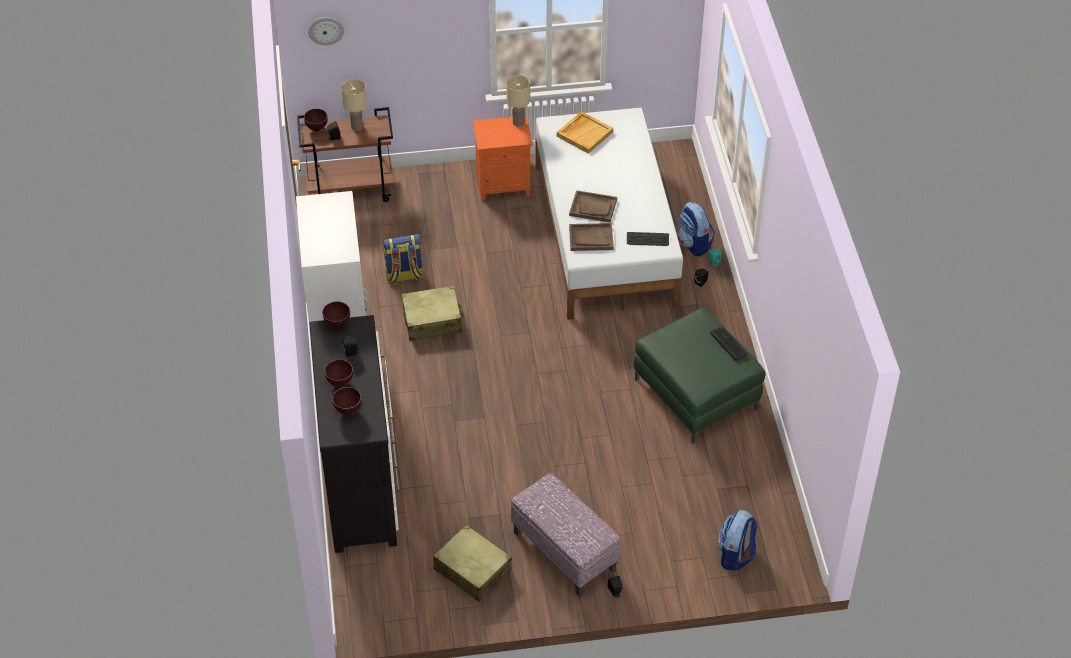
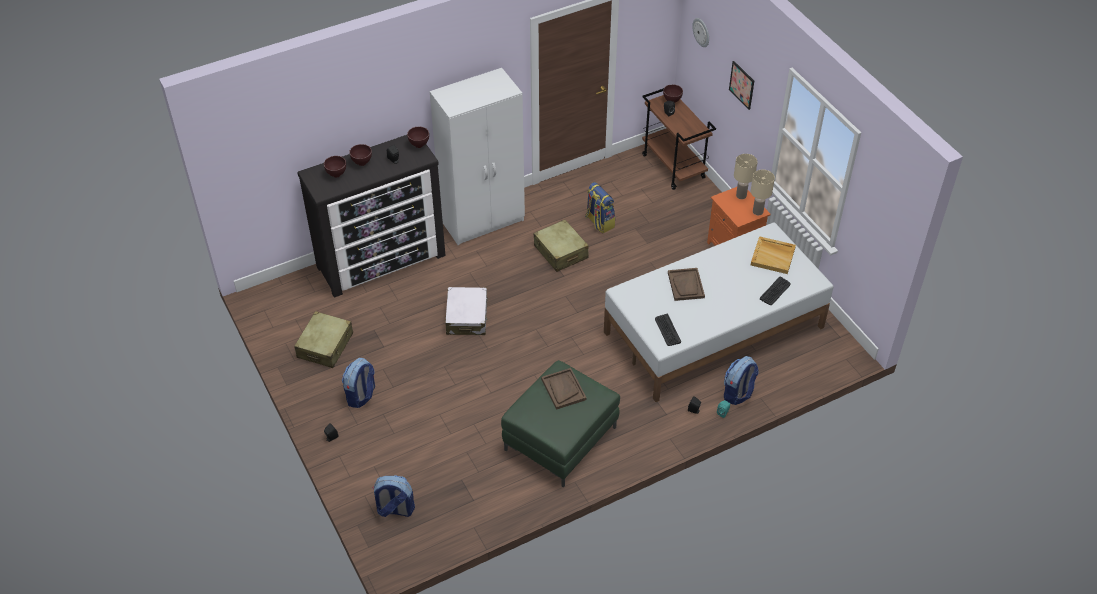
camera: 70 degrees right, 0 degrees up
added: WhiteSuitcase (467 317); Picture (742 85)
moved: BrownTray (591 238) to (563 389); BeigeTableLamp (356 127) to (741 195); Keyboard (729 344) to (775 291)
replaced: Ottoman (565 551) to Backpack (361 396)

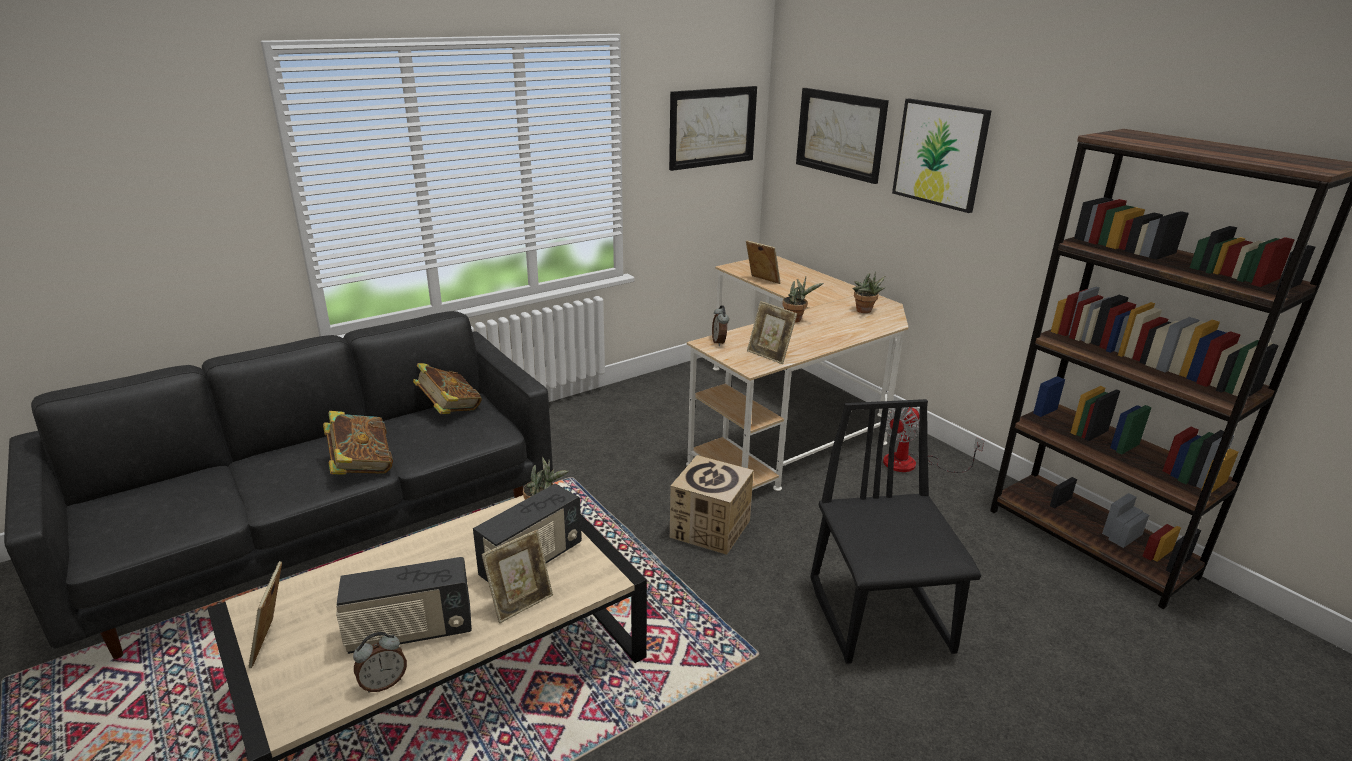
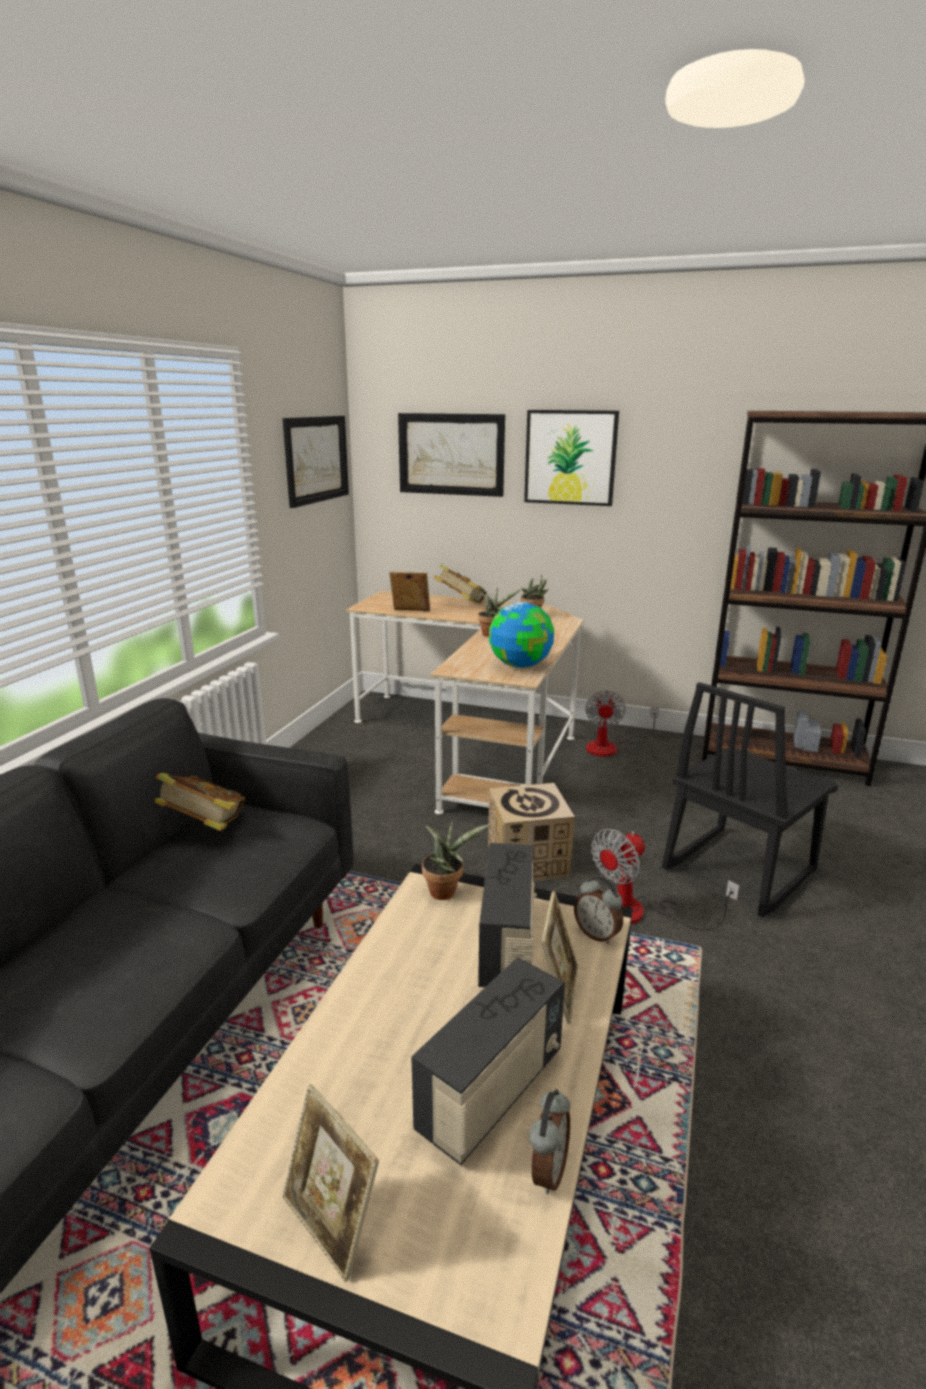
camera: 35 degrees left, 5 degrees down
added: Fan (638 913)
moved: Book (361 467) to (460 604); AlarmClock (719 342) to (597 934)
replaced: PictureFrame (769 355) to Globe (520 665)
turned: BlackChair (881 615) = (737 870) 90 degrees counterclockwise

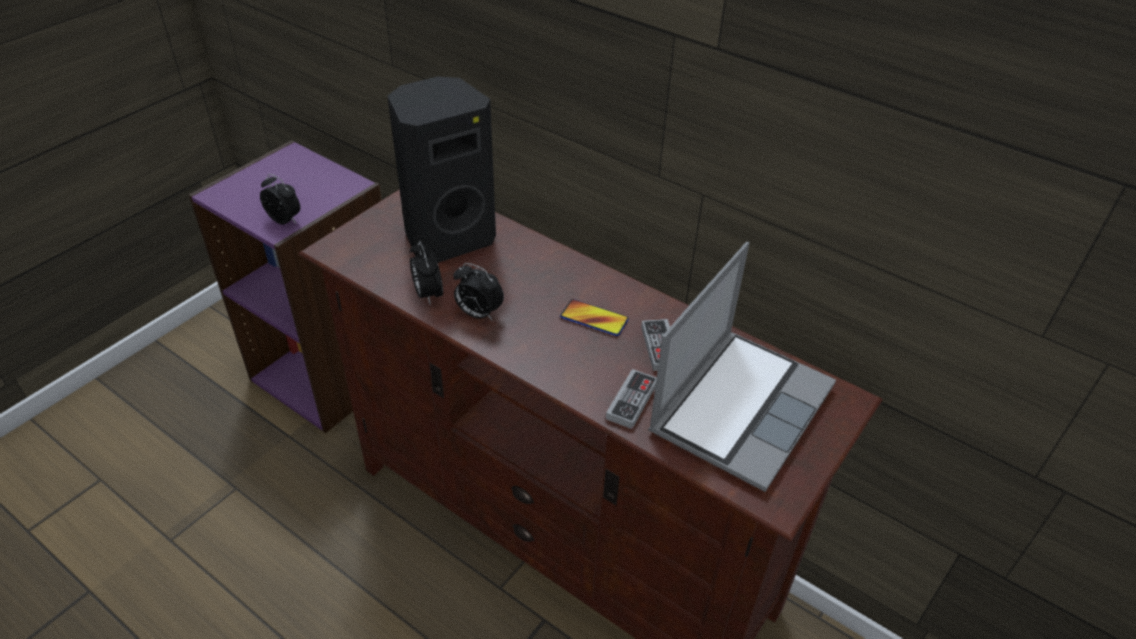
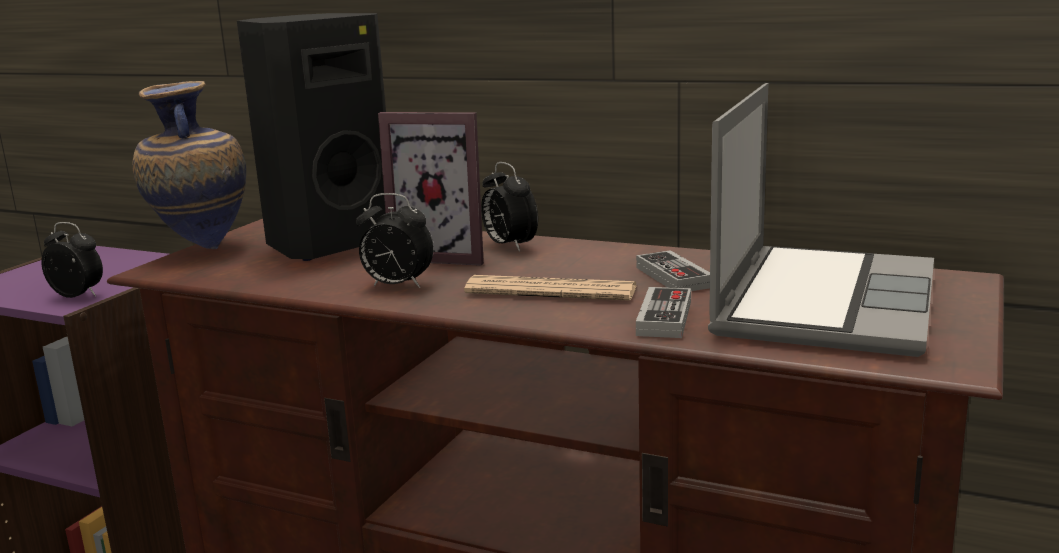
camera: 10 degrees left, 25 degrees down
removed: Phone (594 318)
added: Vase (201 249); PictureFrame (445 255); Newspaper (551 291)
moved: AlarmClock (428 294) to (509 246)

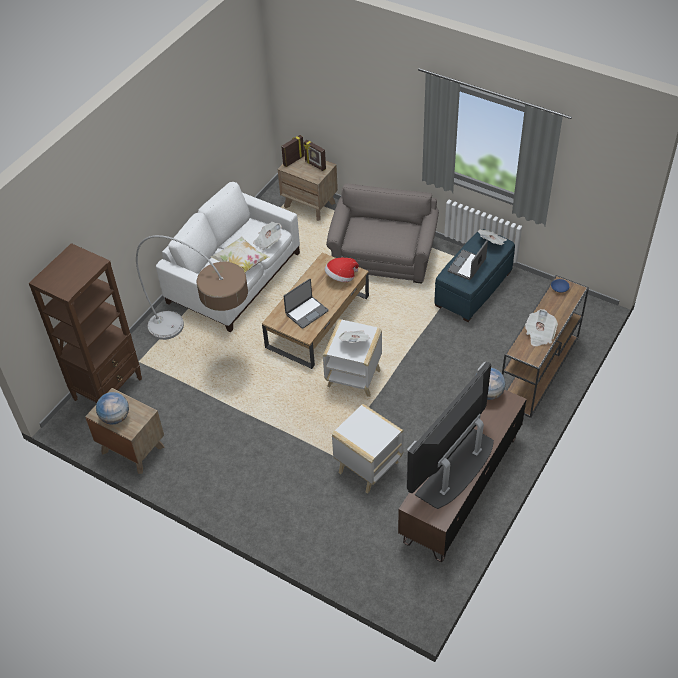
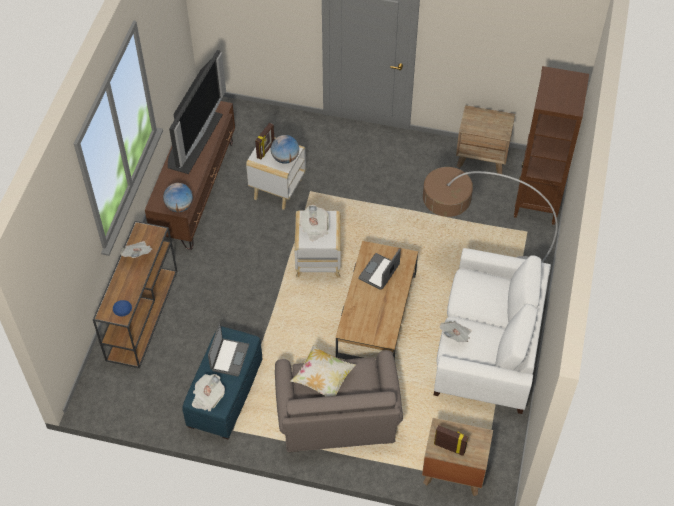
camera: 160 degrees right, 5 degrees up
removed: Hat (341 277)
moved: PictureFrame (293 160) to (266 150); Globe (115 417) to (285 158); Pillow (241 264) to (323 378)

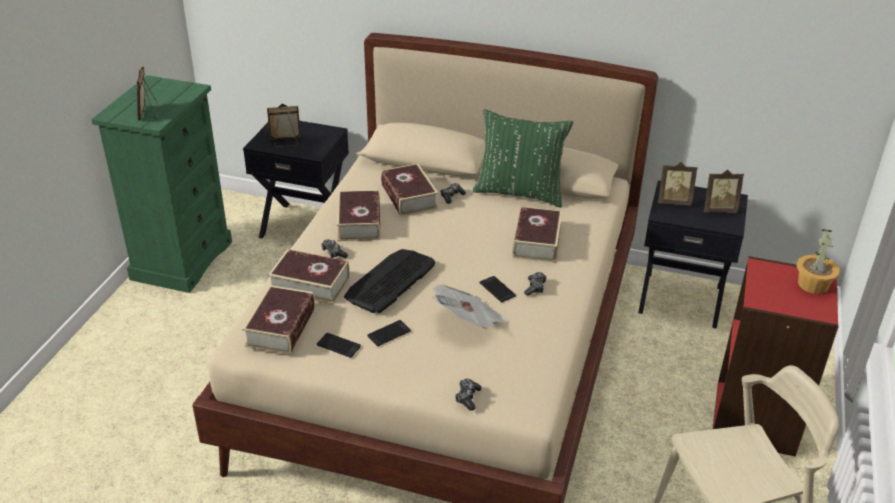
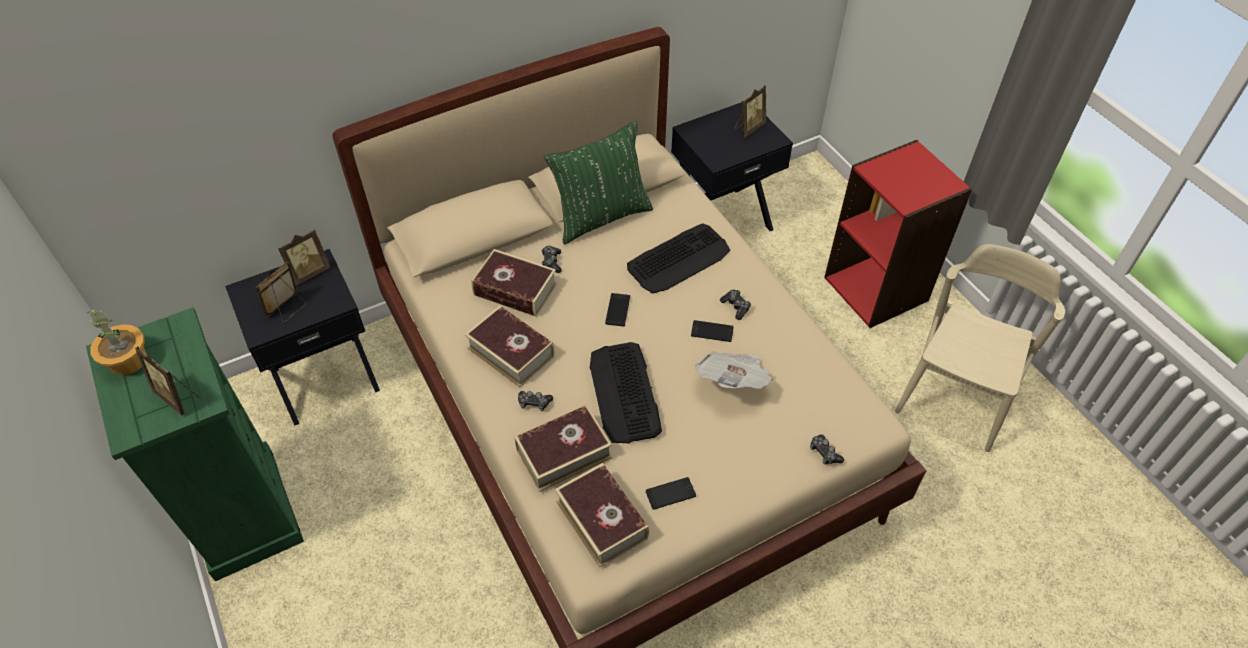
camera: 45 degrees left, 15 degrees up
moved: PottedPlant (813 285) to (128 361); PictureFrame (673 201) to (309 272); Phone (389 333) to (617 310)
replaced: Book (536 241) to Keyboard (679 259)

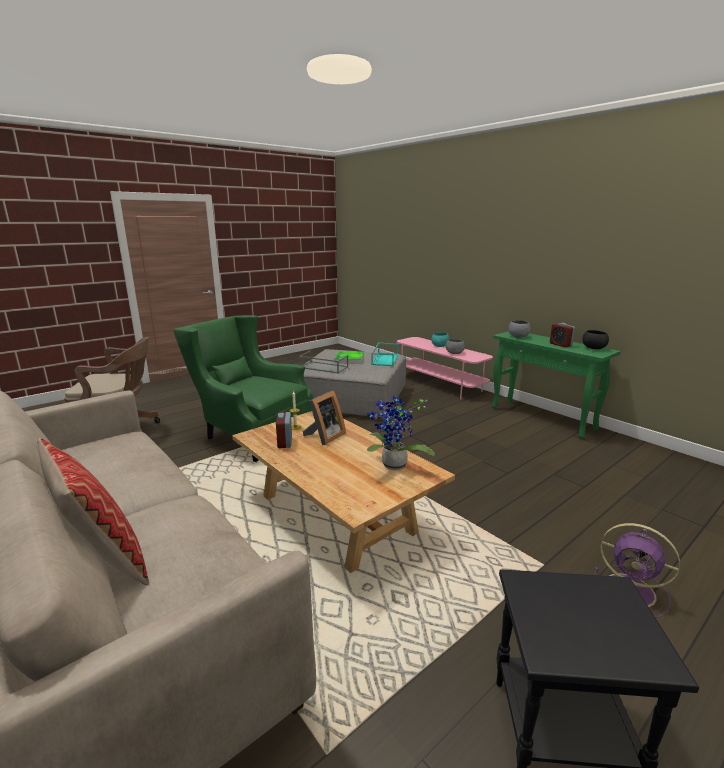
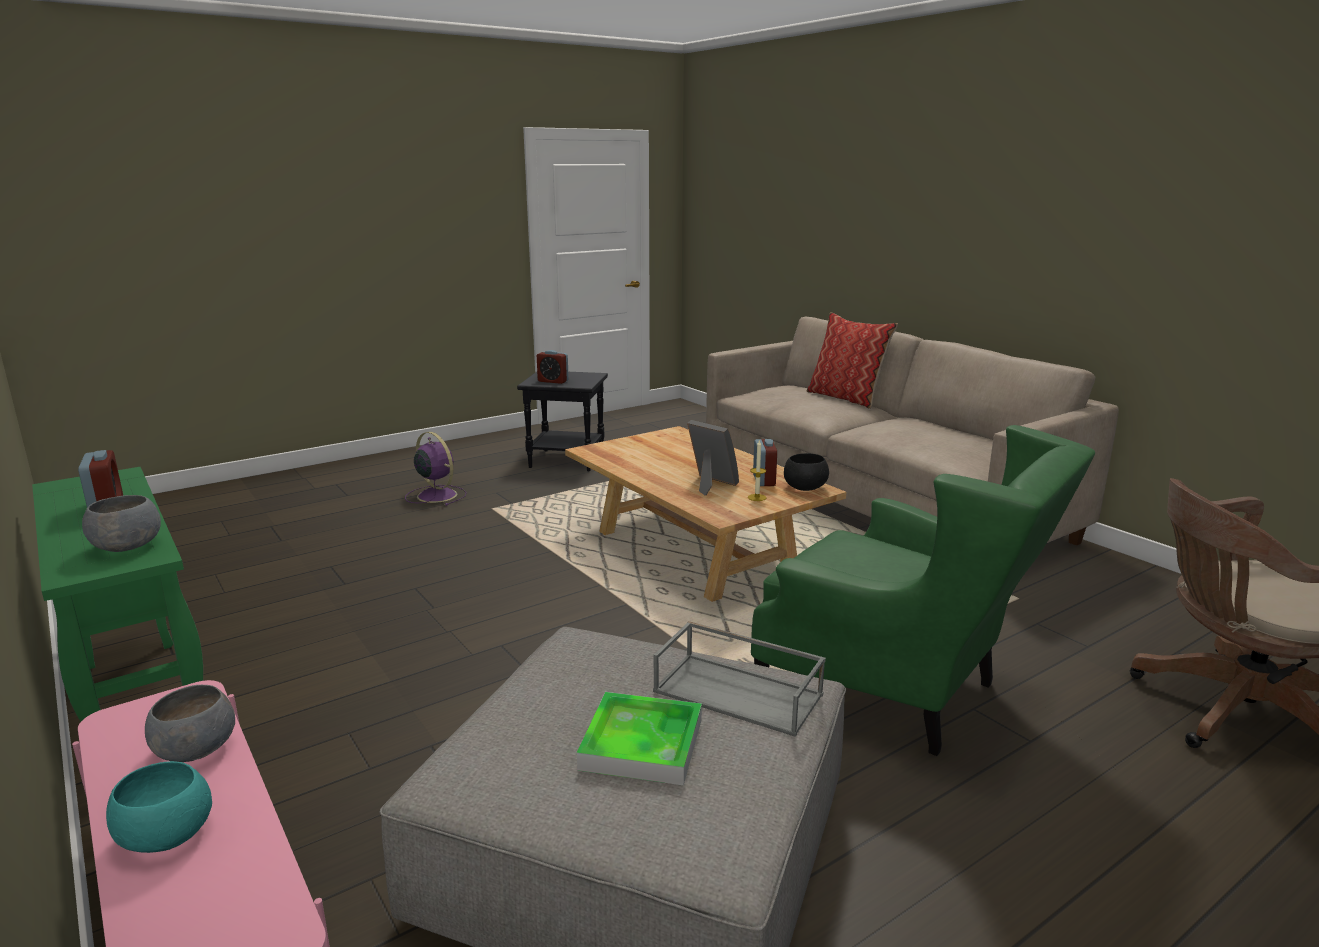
camera: 175 degrees left, 0 degrees up
removed: PottedPlant (393 467); TurquoiseTray (384 359)
added: AlarmClock (553 381)
moved: BlackBowl (594 348) to (804 487)
turned: PictureFrame (324 437) = (710 484) 90 degrees clockwise

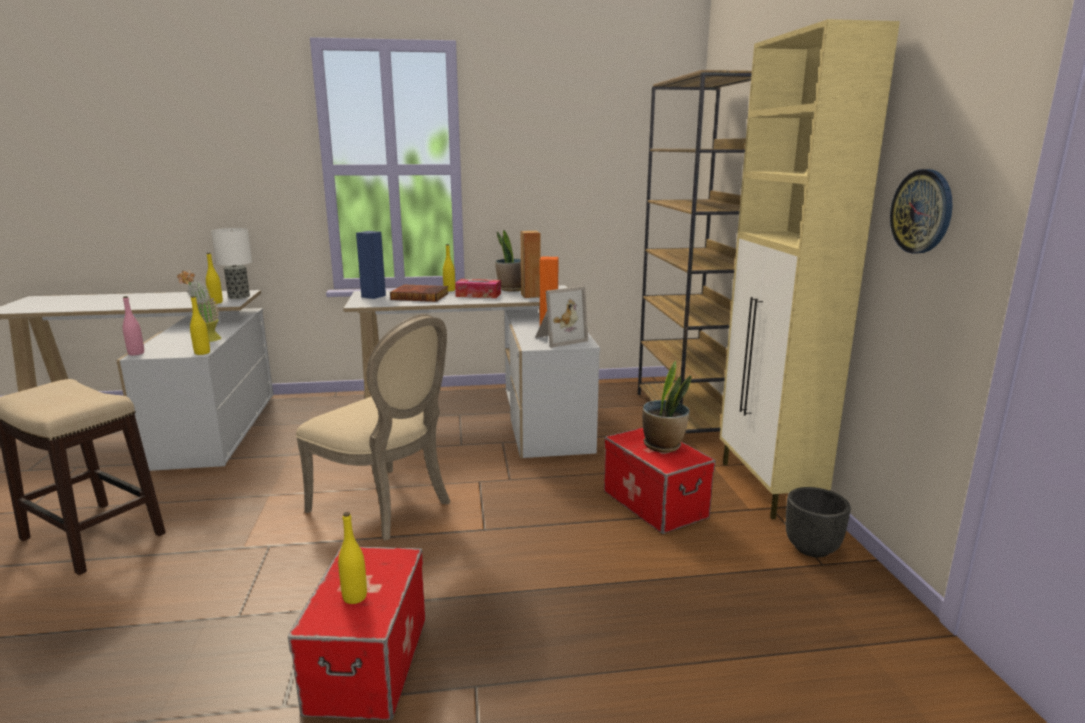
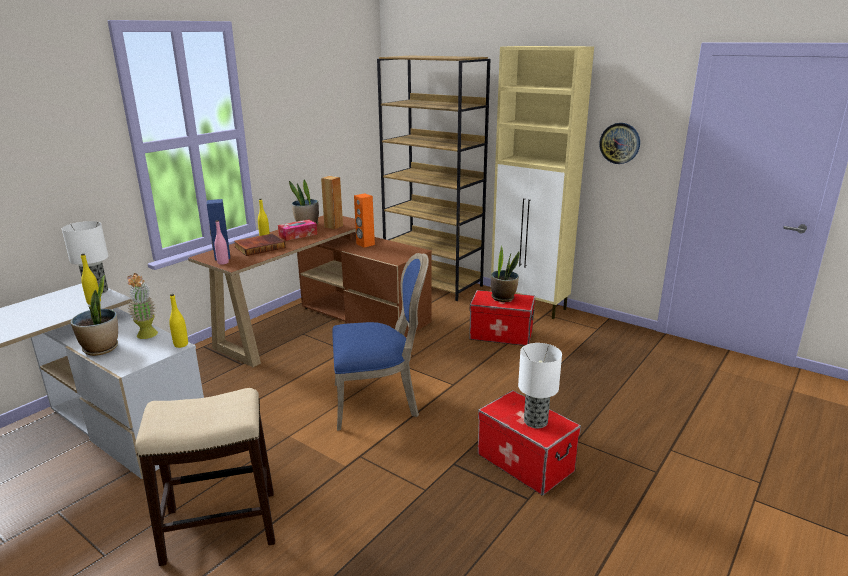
camera: 45 degrees left, 5 degrees up
removed: PictureFrame (558 339); BlackPlanter (812 548)
added: PottedPlant (101 349)
moved: PinkBottle (136 353) to (223 262)
replaced: YellowBottle (355 597) to TableLamp (535 421)
recoloured: WhiteDesk (489 414) to BrownDesk (322 325); BeigeChair (387 506) to BlueChair (379 401)

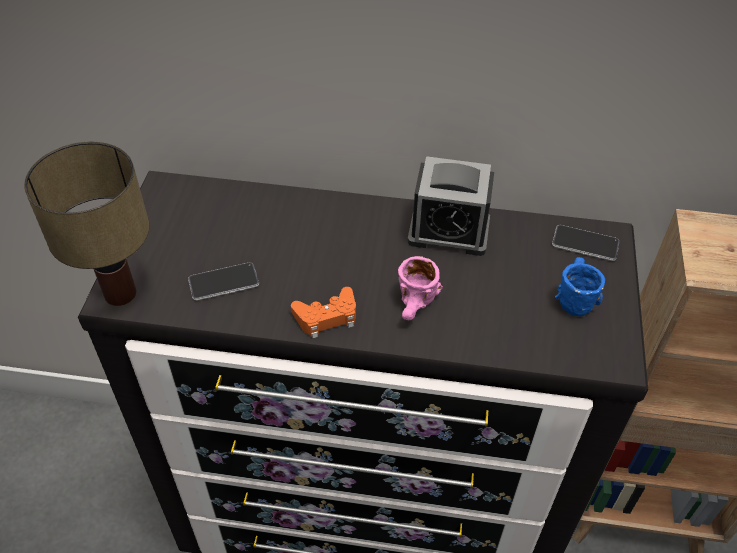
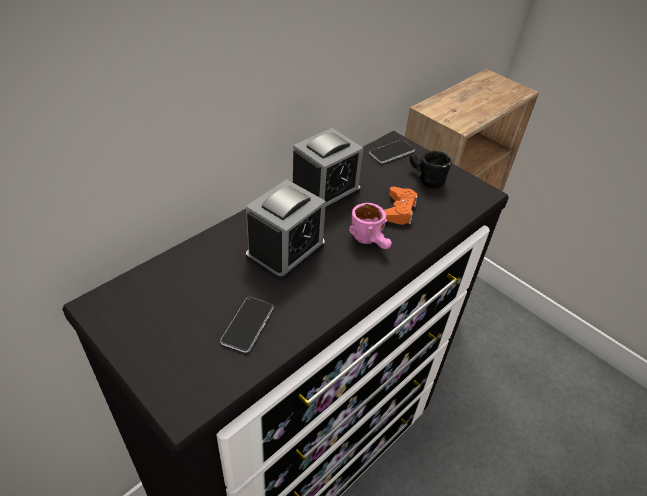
camera: 55 degrees left, 5 degrees down
removed: TableLamp (121 292)
added: AlarmClock (285 250)
moved: OrangeGameController (327 317) to (399 210)
recoloured: BlueMug (572 295) to BlackMug (424 179)

